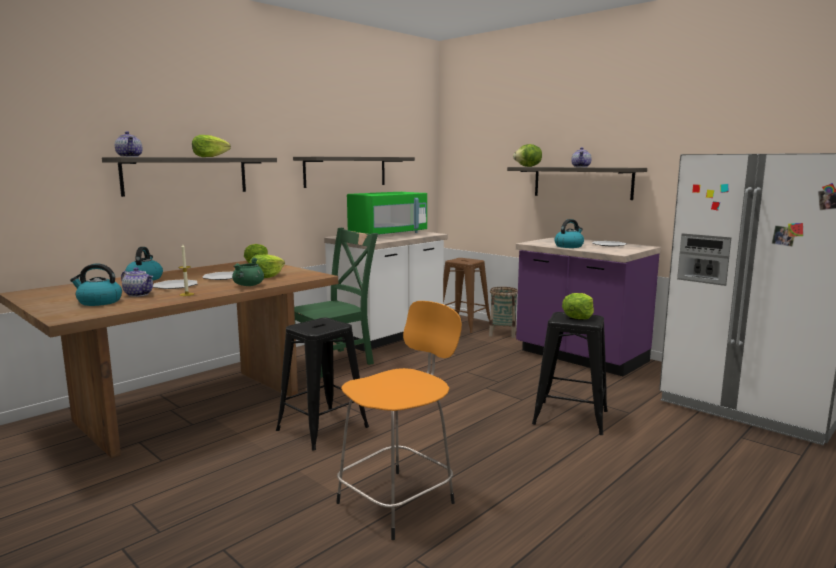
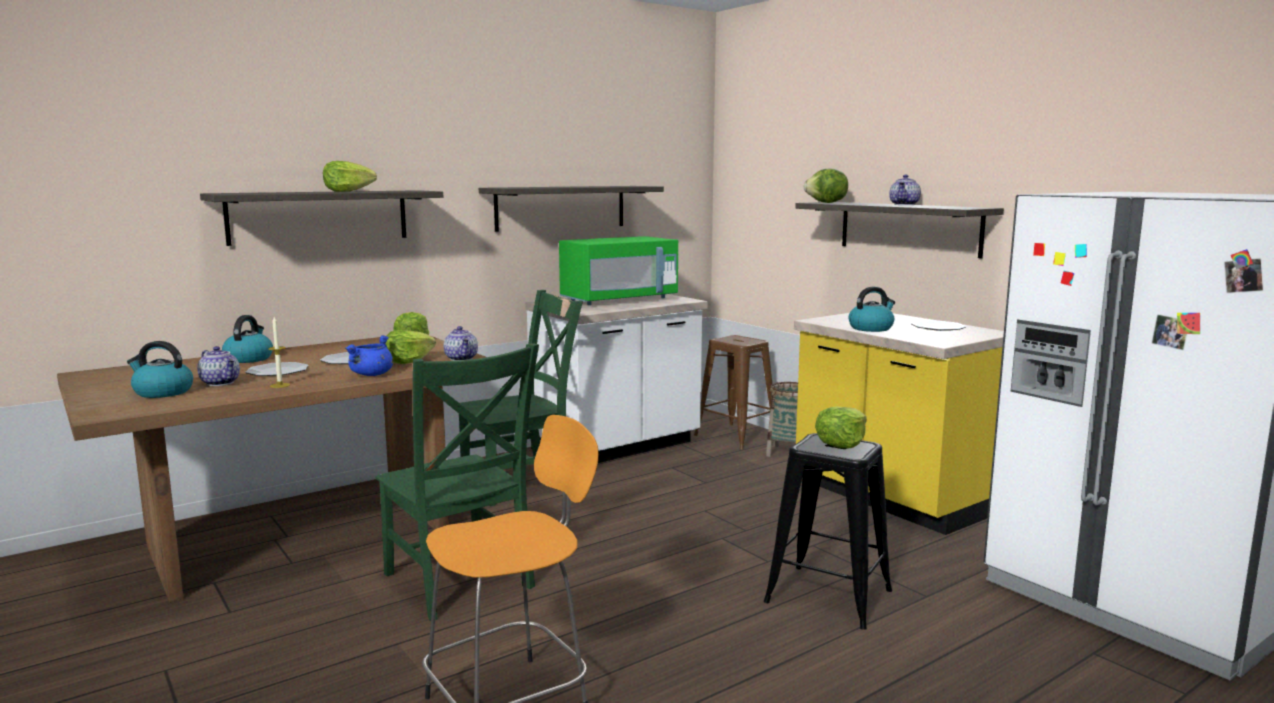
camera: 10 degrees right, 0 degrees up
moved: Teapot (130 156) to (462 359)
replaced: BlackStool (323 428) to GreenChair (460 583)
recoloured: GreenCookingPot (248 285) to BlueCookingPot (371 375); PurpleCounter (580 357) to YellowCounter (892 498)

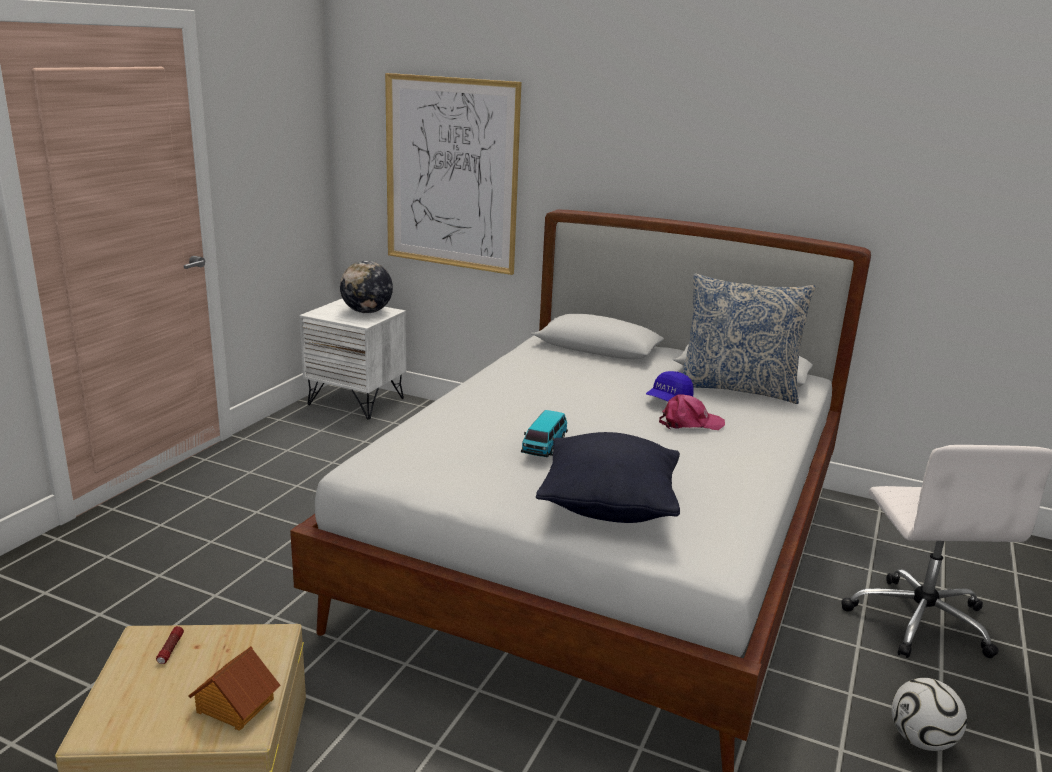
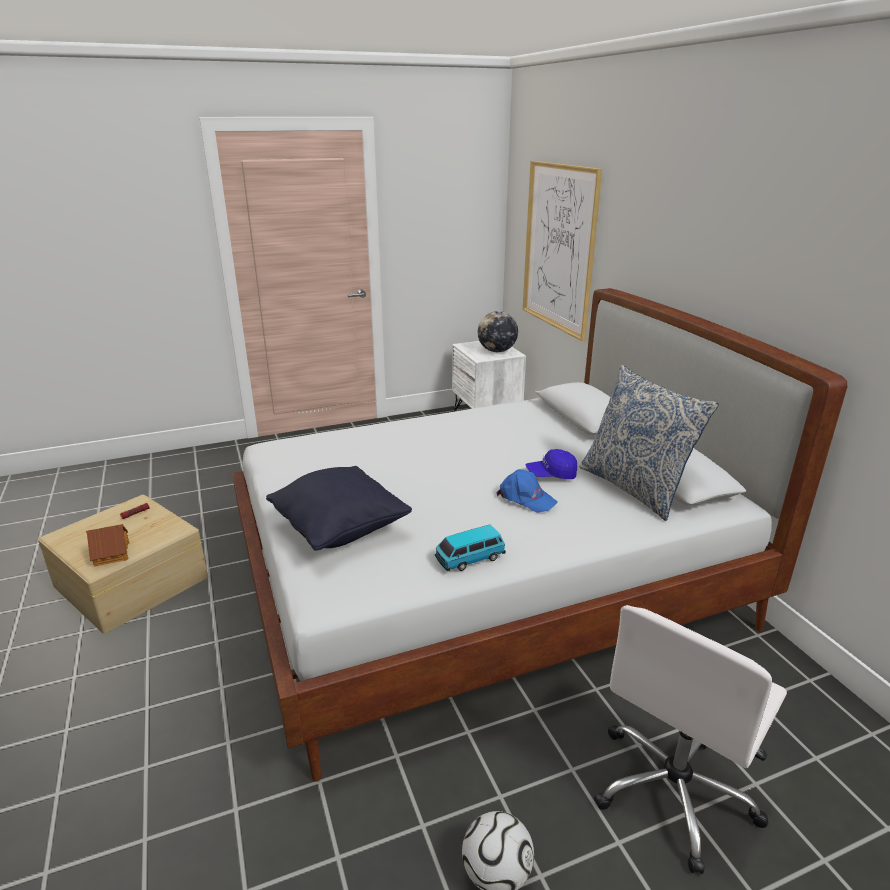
camera: 45 degrees right, 5 degrees up
moved: ToyCar (544 446) to (470 558)
recoloured: PinkCap (690 423) to BlueCap (526 498)

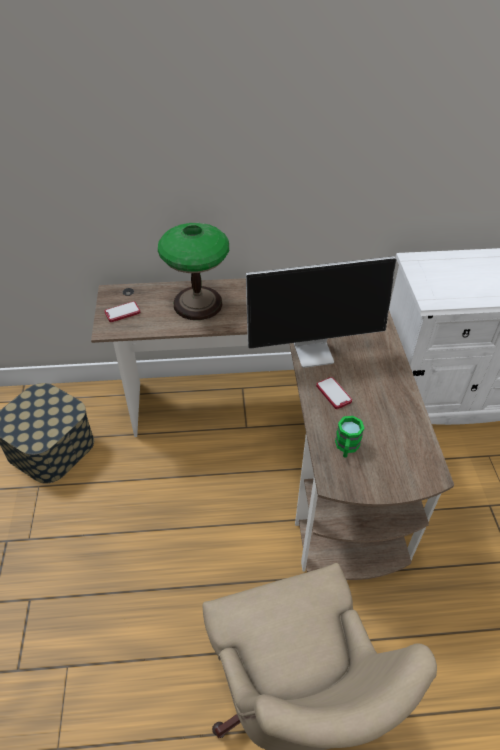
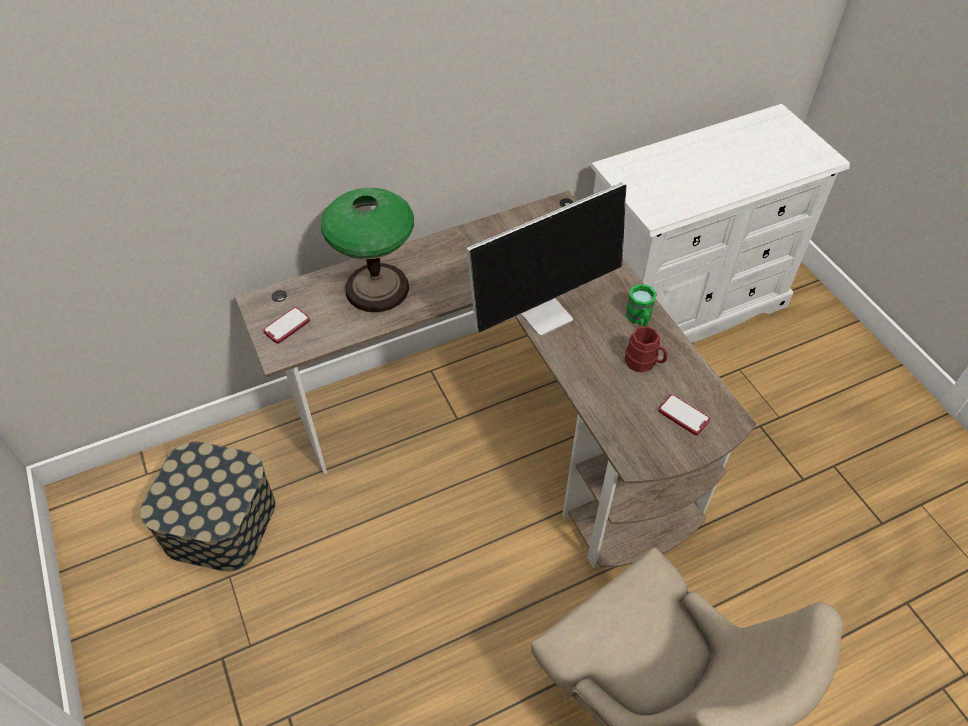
camera: 20 degrees left, 5 degrees up
added: RedMug (644 363)
moved: GreenMug (346 447) to (639 319); Phone (333 394) to (683 415)

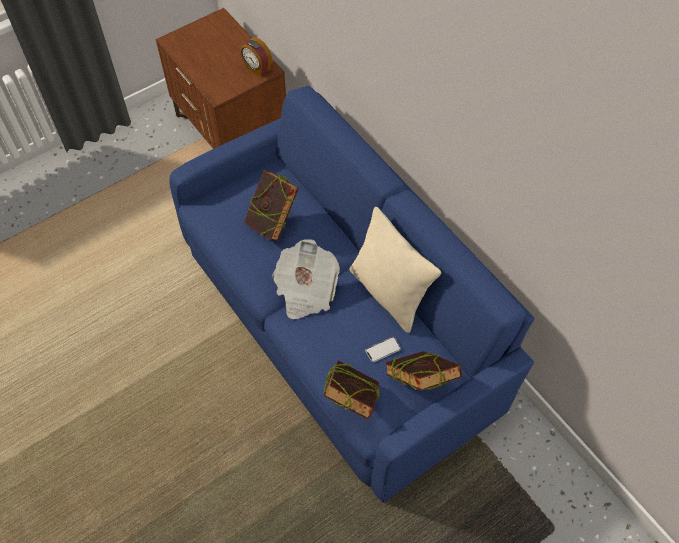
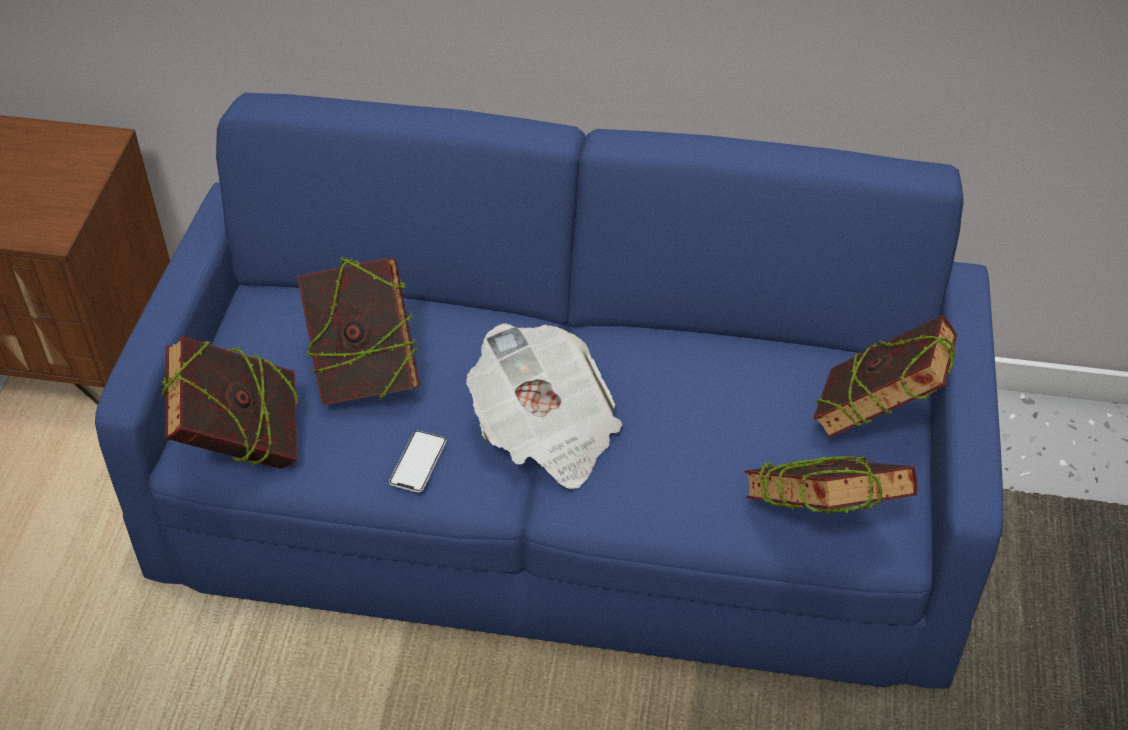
camera: 45 degrees left, 10 degrees down
removed: AlarmClock (257 68); BeigePillow (389 294)
added: Book (242 446)
moved: Phone (383 350) to (418 462)

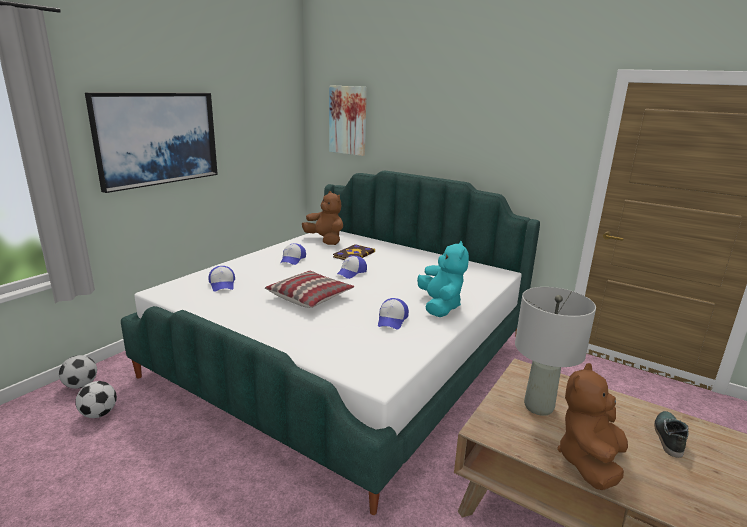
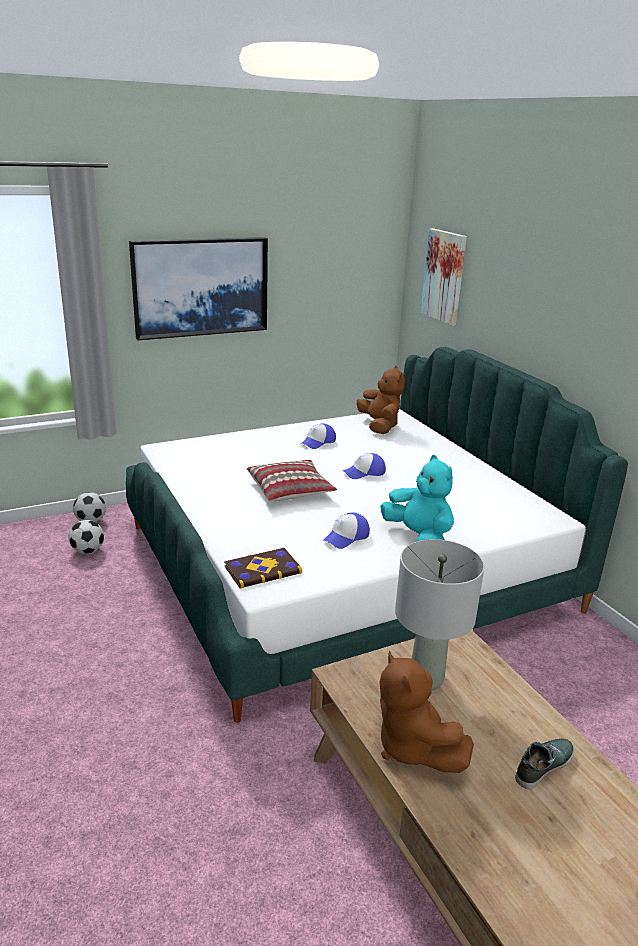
camera: 30 degrees right, 5 degrees up
removed: Cap (222 284)
moved: Book (353 254) to (262 569)
turned: BrownPlushToy (589 462) = (412 747) 90 degrees counterclockwise; TurquoisePlushToy (440 306) = (418 538) 60 degrees counterclockwise

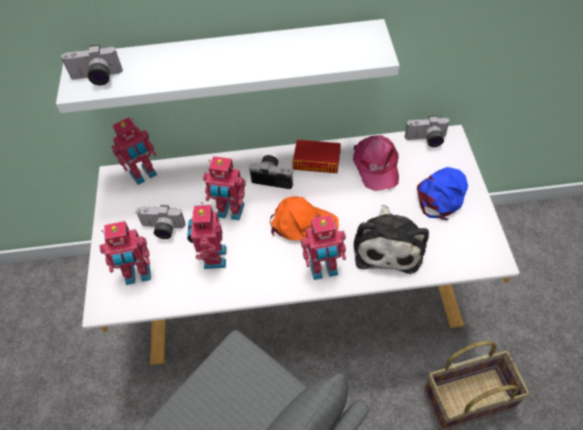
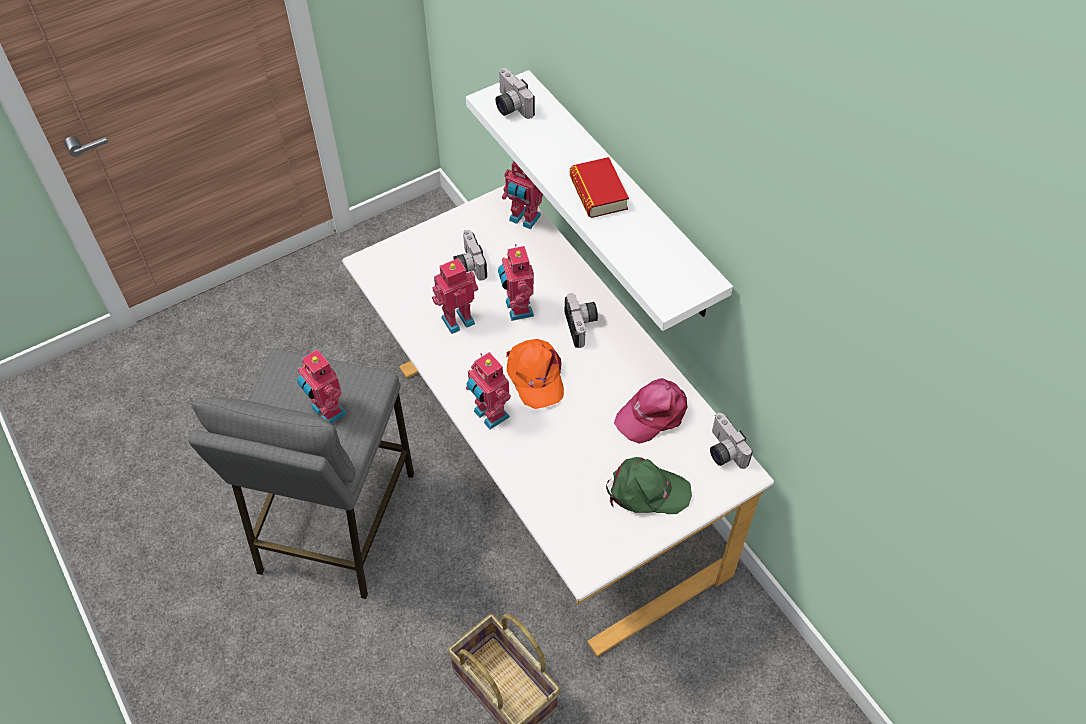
camera: 60 degrees right, 0 degrees up
removed: PlushToy (388 245)
moved: ToyRobot (138 275) to (327 412); Book (316 161) to (598 193)
recoloured: BlueCap (441 195) to GreenCap (646 491)

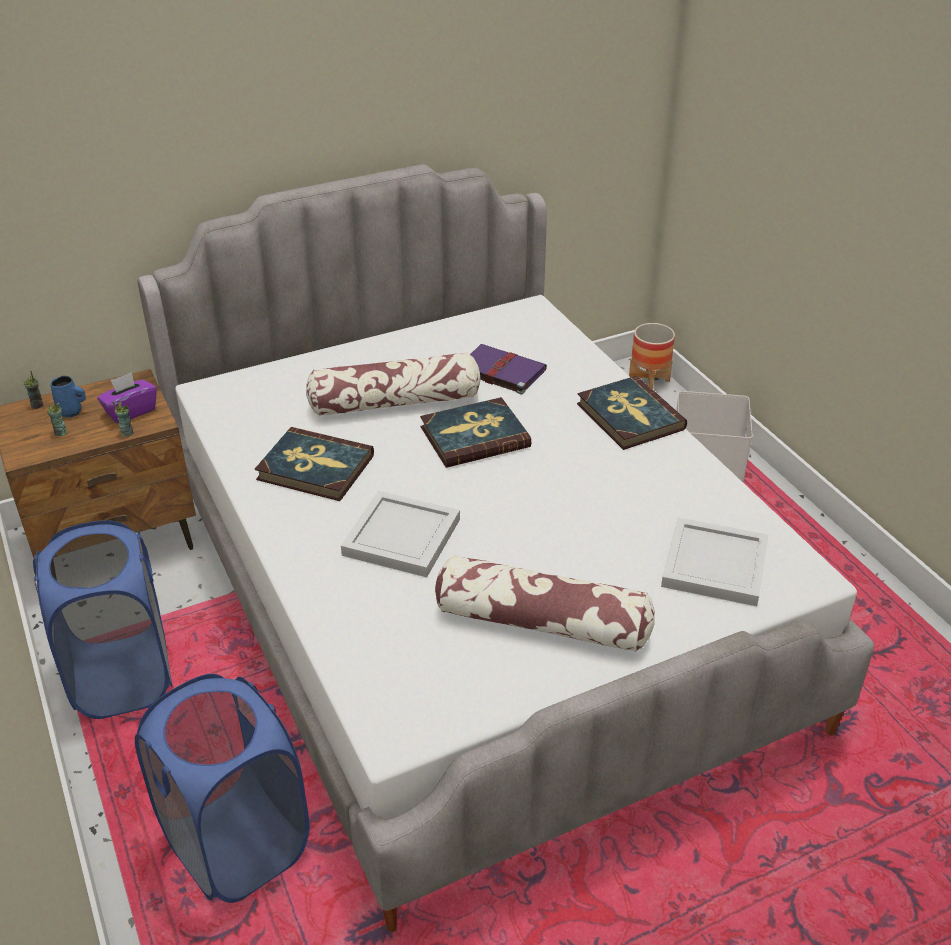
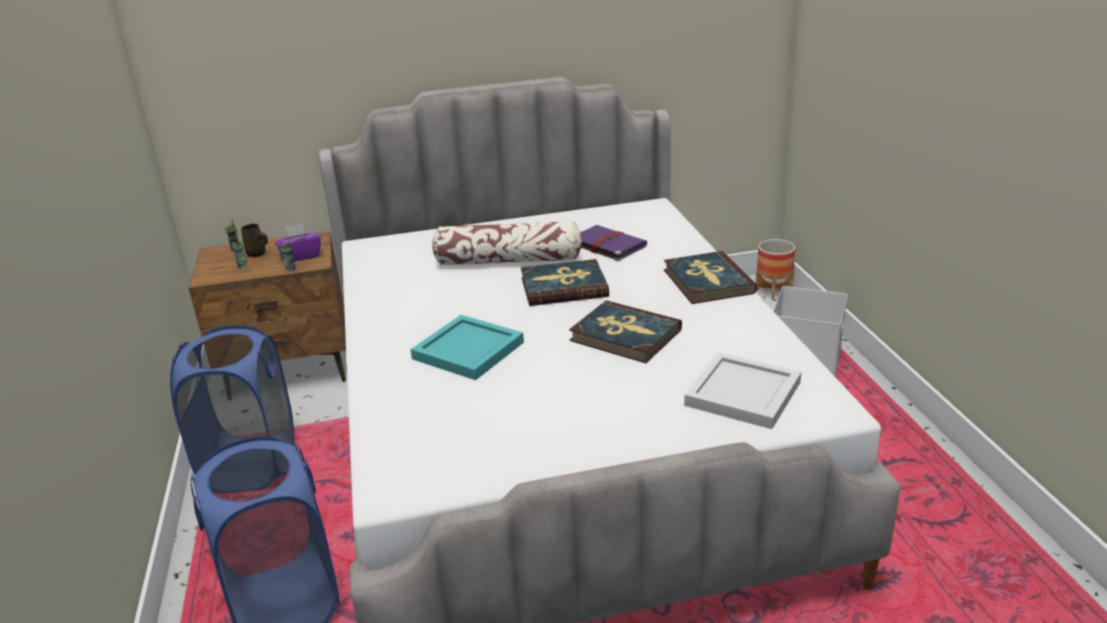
camera: 15 degrees right, 10 degrees down
removed: Pillow (541 622)
moved: Book (315 468) to (625 335)
recoloured: BlueMug (71 412) to BrownMug (257 254); WhiteTray (401 536) to TurquoiseTray (468 349)

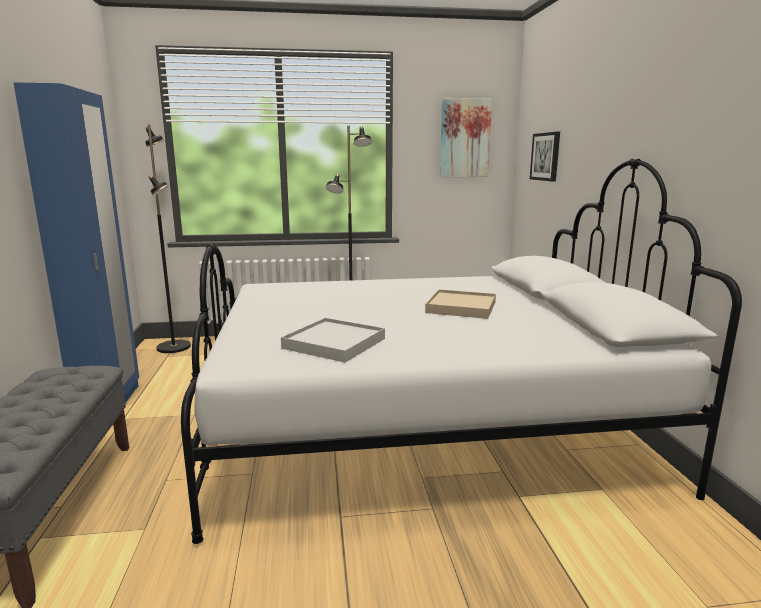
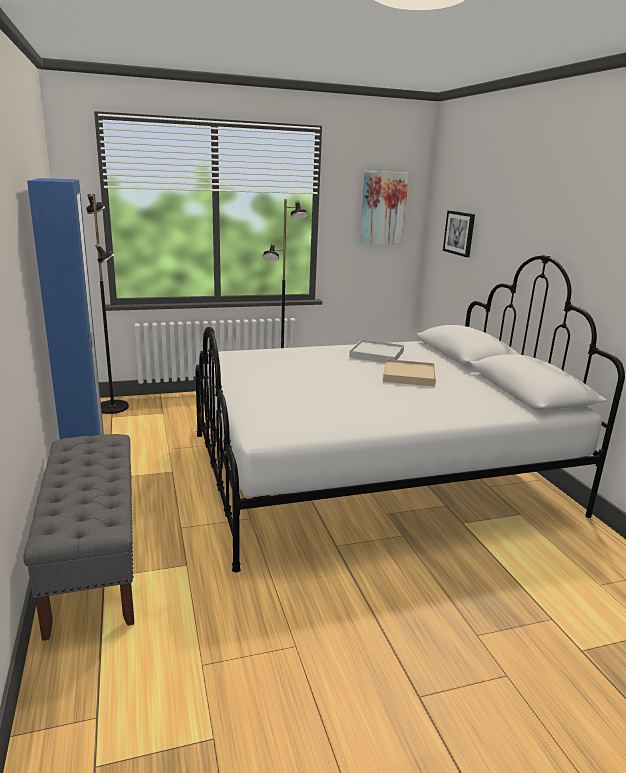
camera: 10 degrees left, 5 degrees up
moved: WhiteTray (334 343) to (377 354)

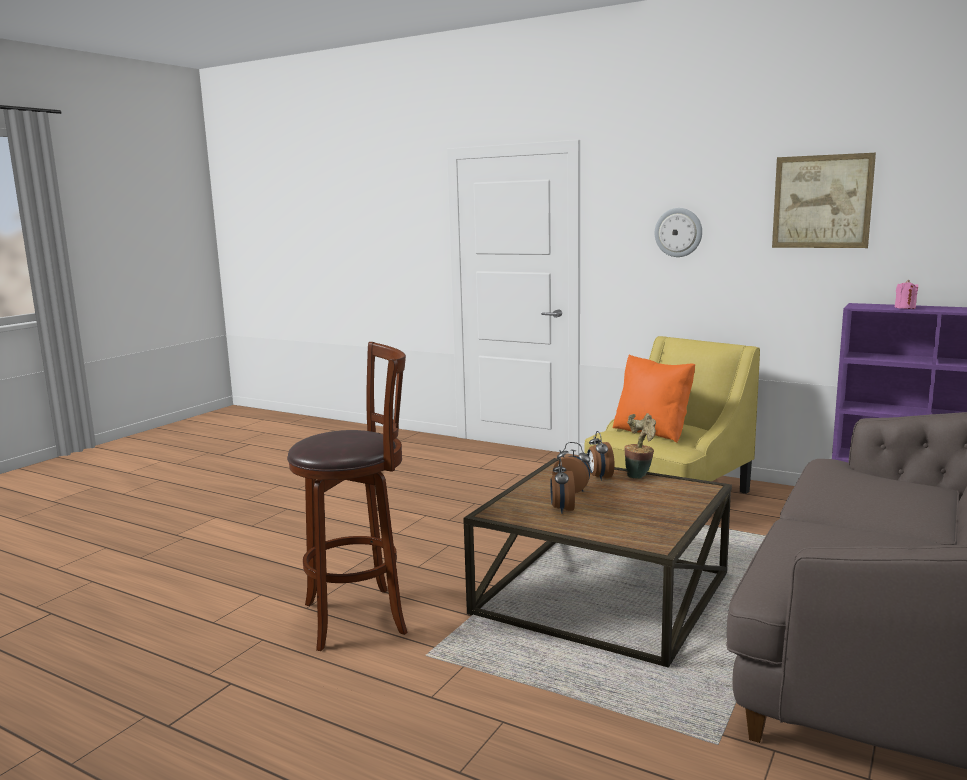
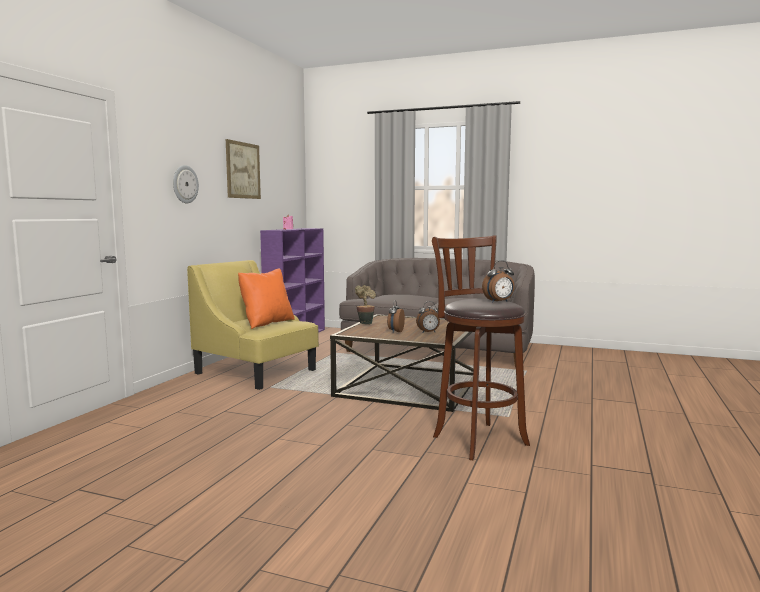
camera: 100 degrees left, 5 degrees down
moved: AlarmClock (599 477) to (499 302)

